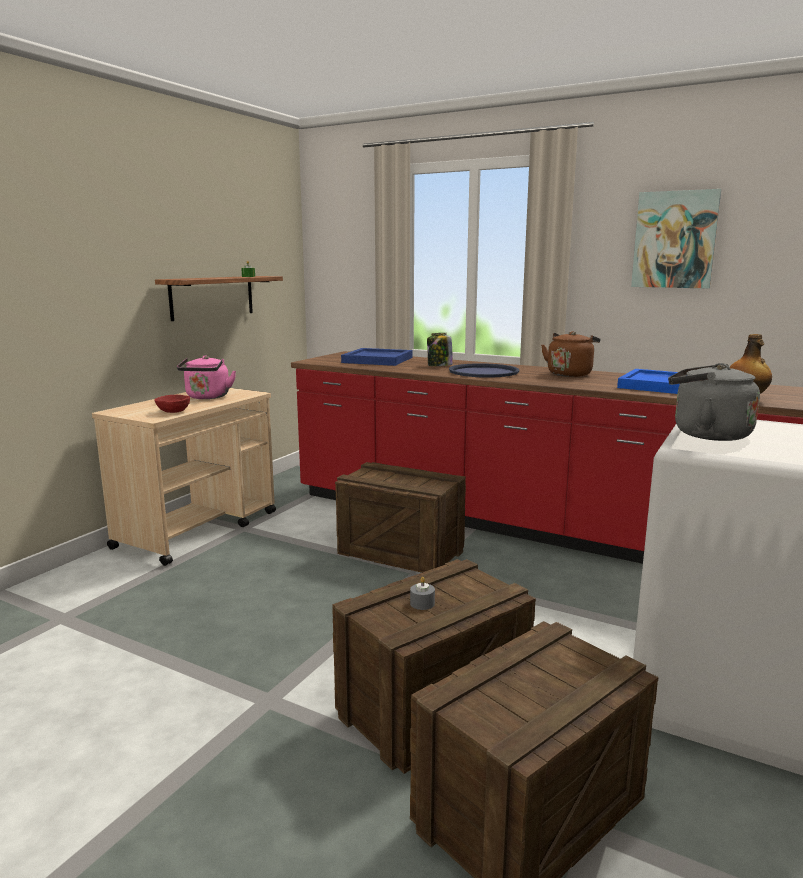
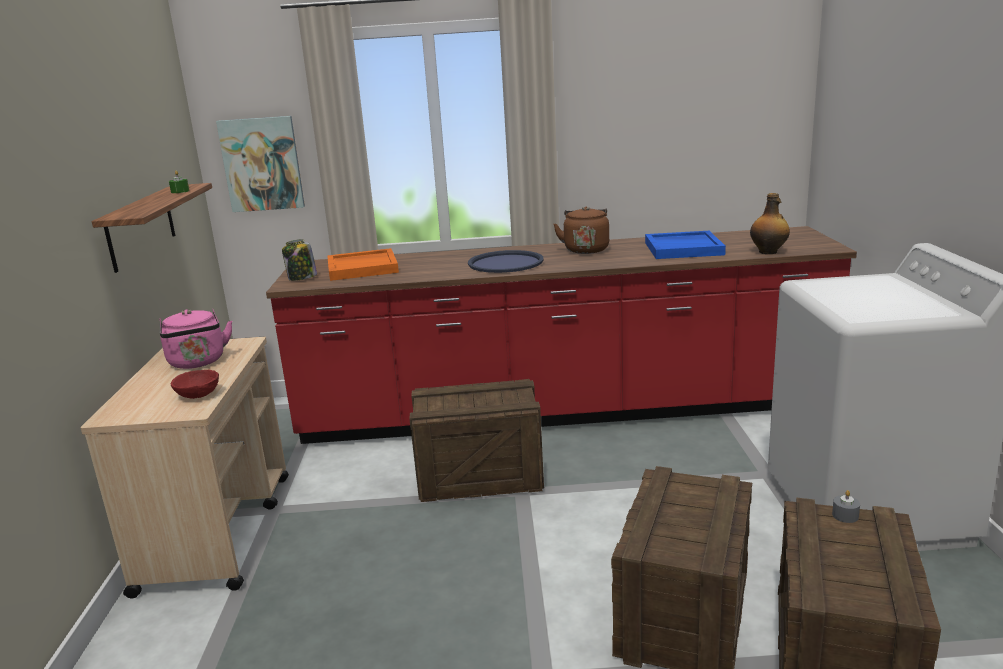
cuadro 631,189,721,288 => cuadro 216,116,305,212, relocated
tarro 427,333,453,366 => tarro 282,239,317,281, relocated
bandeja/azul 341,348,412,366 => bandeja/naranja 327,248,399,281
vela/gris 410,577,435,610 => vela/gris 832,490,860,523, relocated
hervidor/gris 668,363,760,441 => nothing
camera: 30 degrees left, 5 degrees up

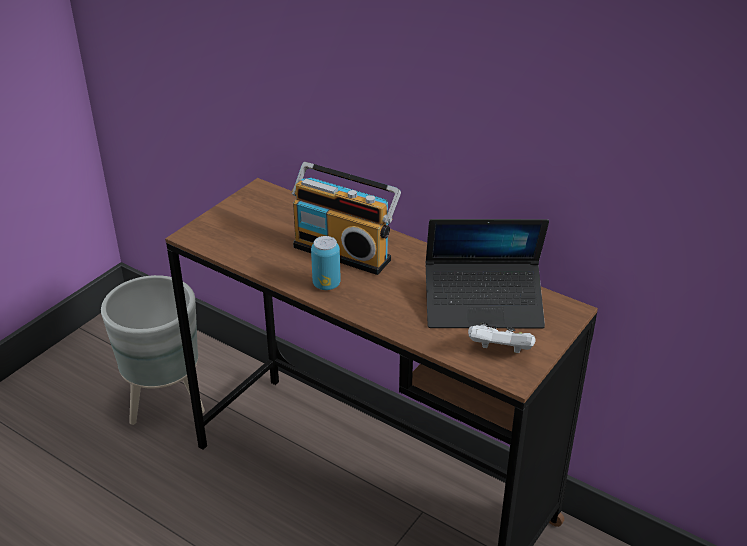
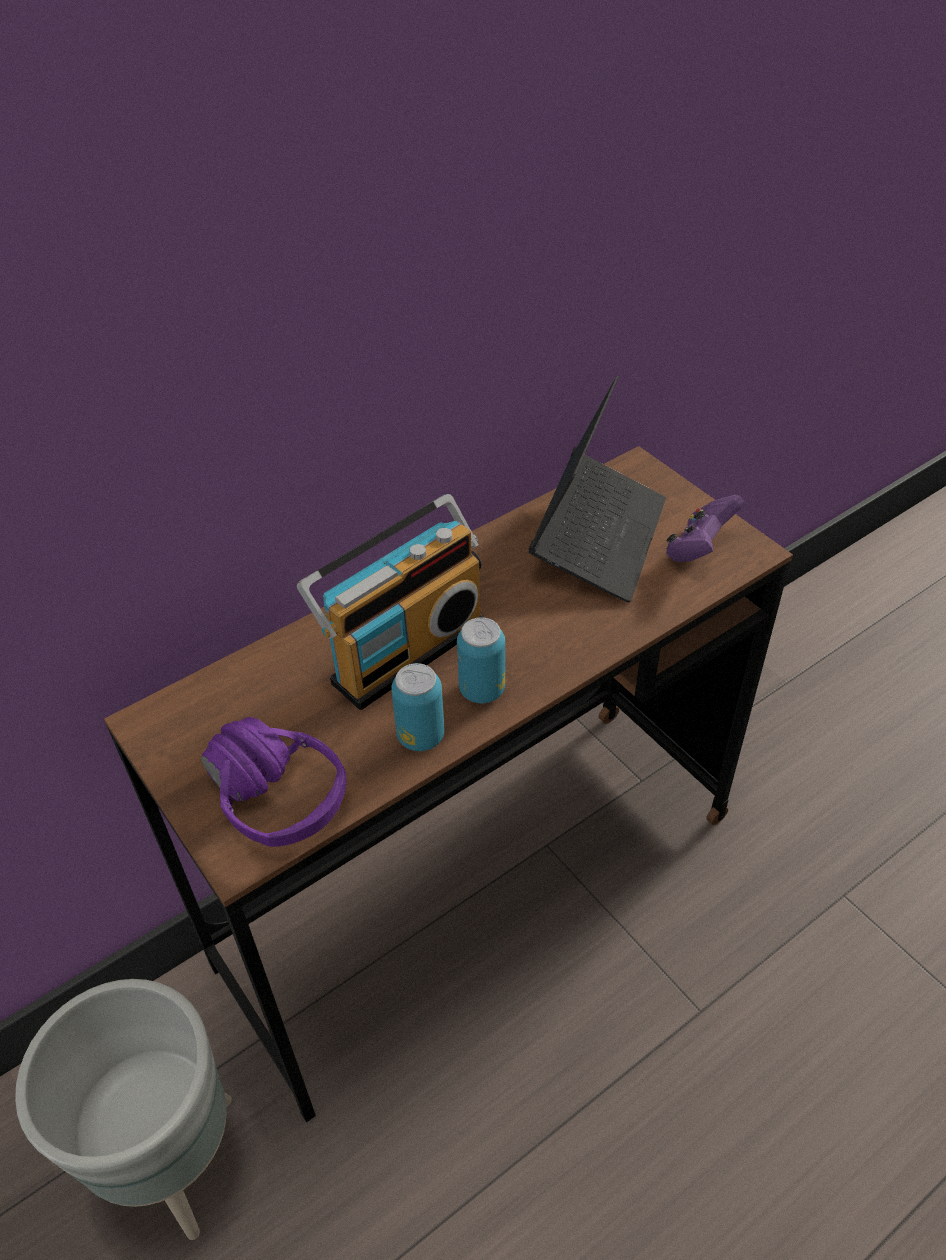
nothing => auriculares/morado 201,717,346,847
nothing => lata 391,663,445,751
mando de consola/blanco 468,322,536,354 => mando de consola/morado 666,495,745,562
camera: 70 degrees left, 10 degrees up

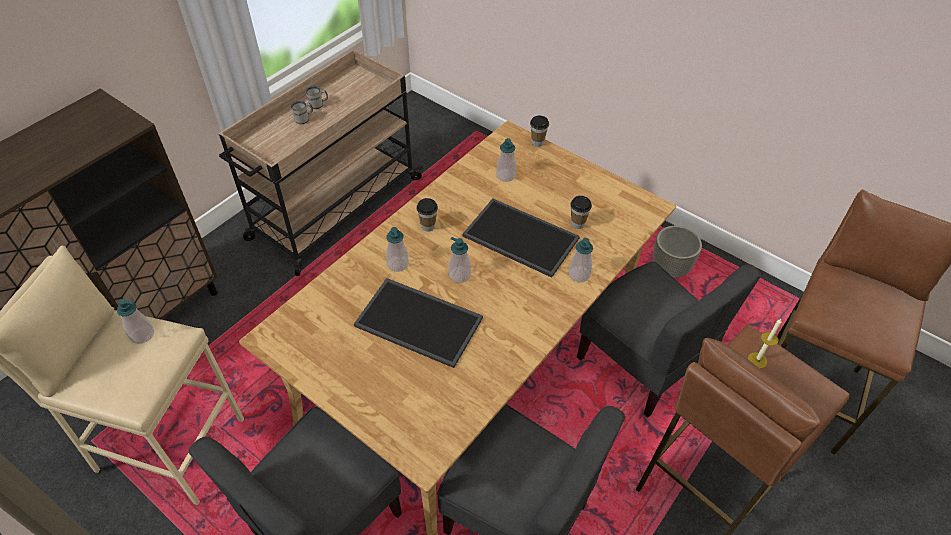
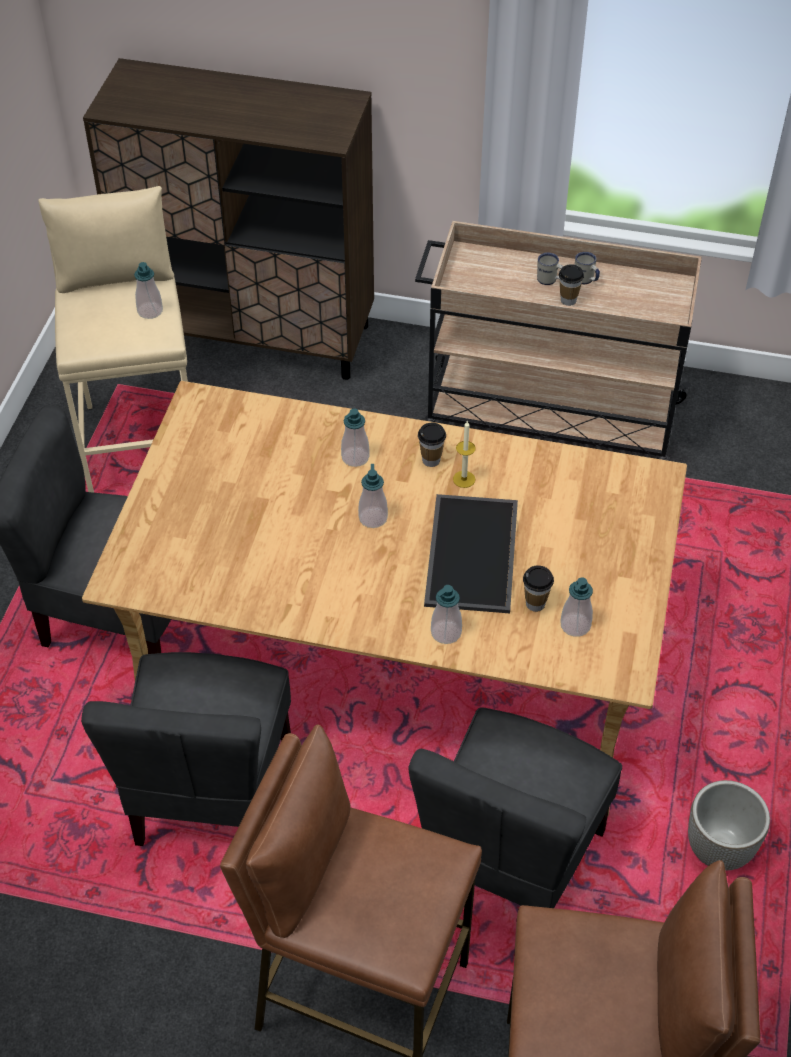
vela 748,319,782,369 => vela 453,421,476,488, relocated
taza 530,116,549,147 => taza 559,264,584,306, relocated
dispensador de jabón 496,138,516,182 => dispensador de jabón 560,577,593,637, relocated
bandeja 354,278,483,368 => nothing
camera: 65 degrees right, 0 degrees up

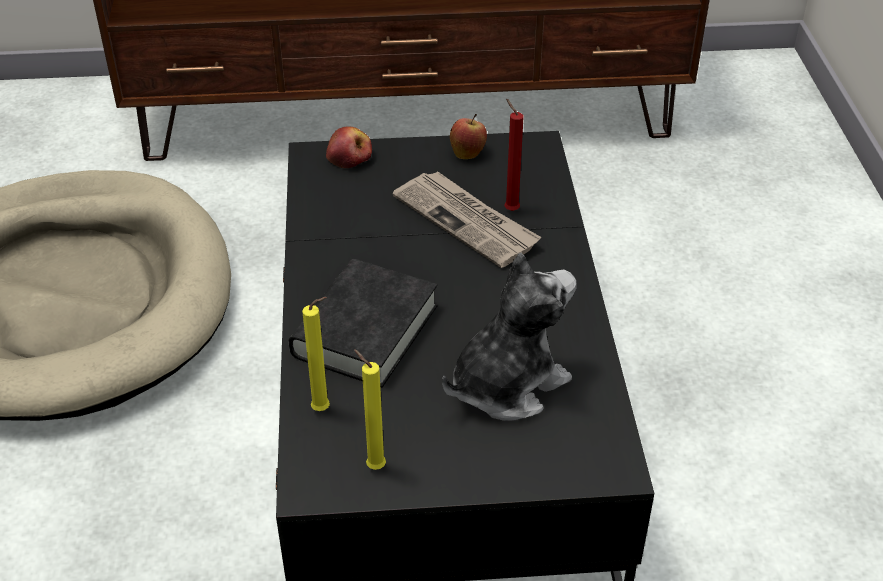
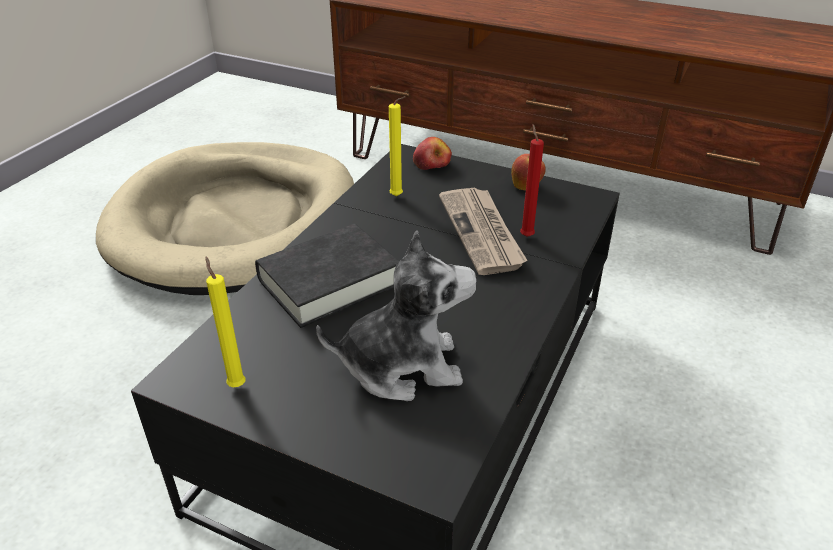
vela/amarillo 302,297,330,411 => vela/amarillo 389,96,405,196, relocated
camera: 30 degrees right, 5 degrees down

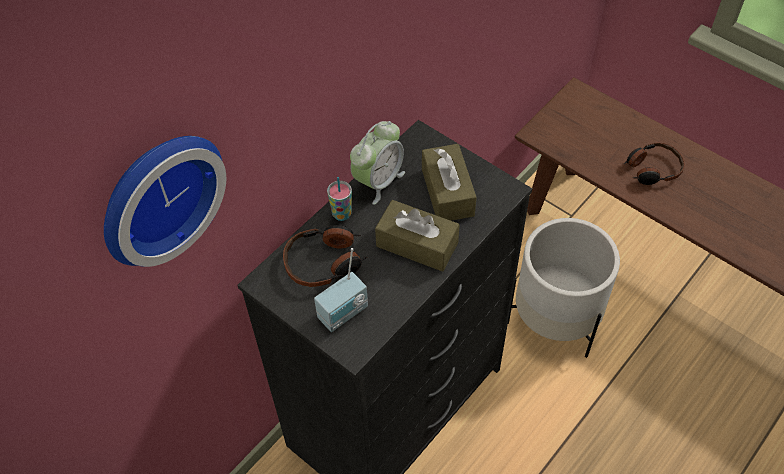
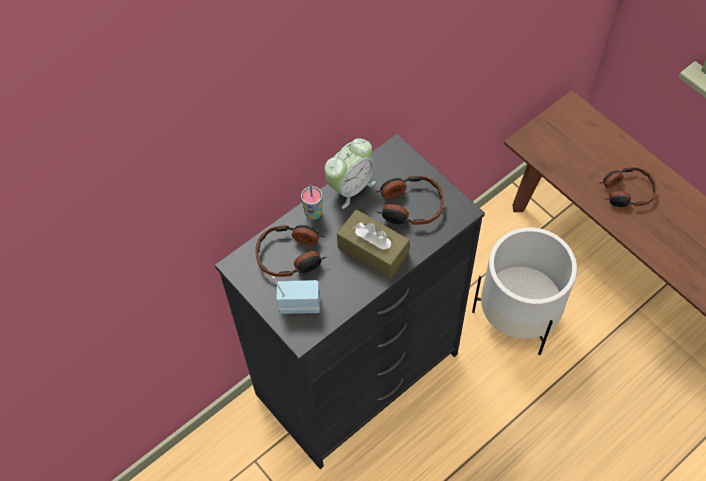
radio 314,248,368,332 => radio 272,276,320,314, 150 degrees counterclockwise
caja de pañuelos/marrón 422,144,477,221 => auriculares 375,176,444,225
reloj de pared 104,136,226,267 => nothing
camera: 10 degrees right, 5 degrees up

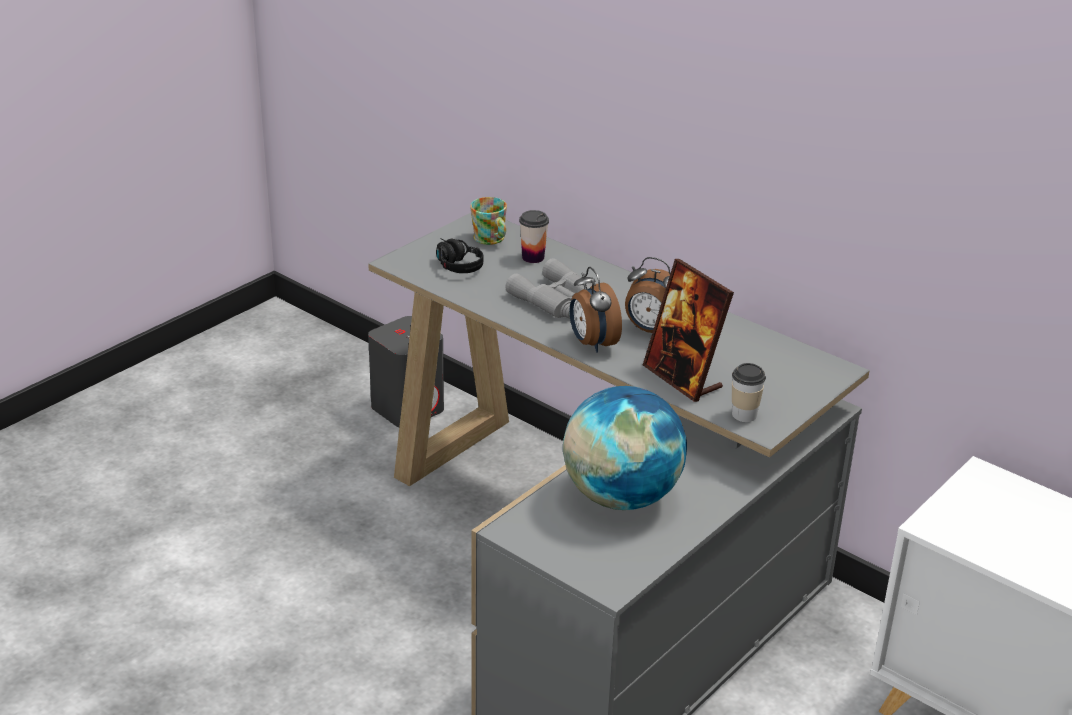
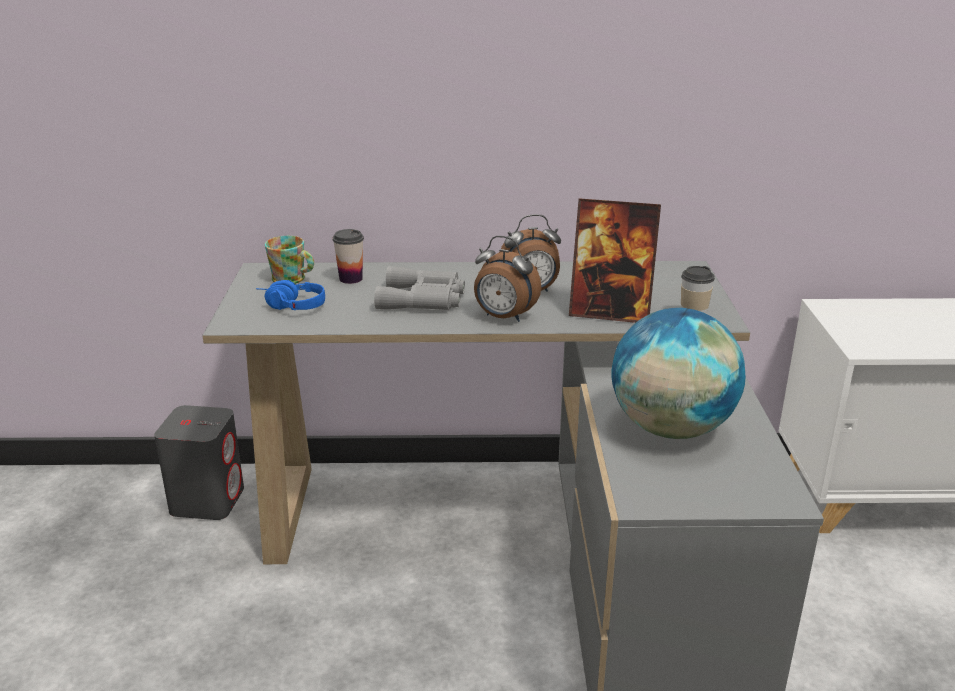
auriculares/negro 436,238,483,273 => auriculares/azul 256,280,325,310
camera: 40 degrees left, 5 degrees down

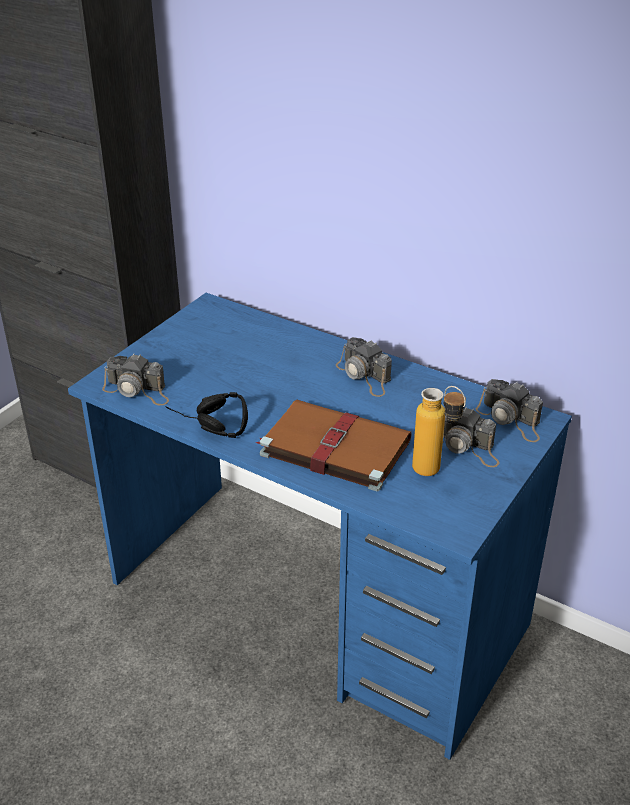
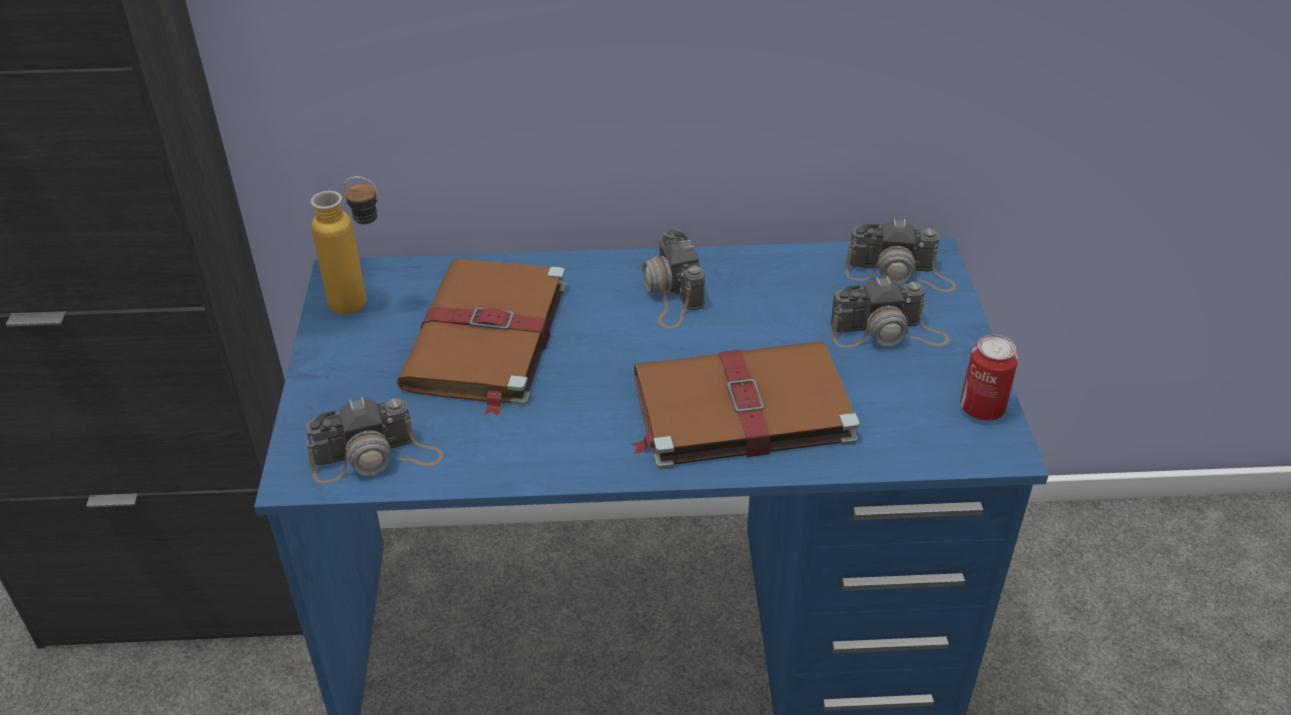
botella 412,386,466,476 => botella 311,176,378,315, relocated
nothing => libro/marrón 396,258,566,416
cámara 336,337,392,397 => cámara 642,228,705,328, 60 degrees clockwise
nothing => lata 960,335,1018,421
auriculares/negro 165,392,248,438 => nothing
camera: 35 degrees left, 5 degrees up

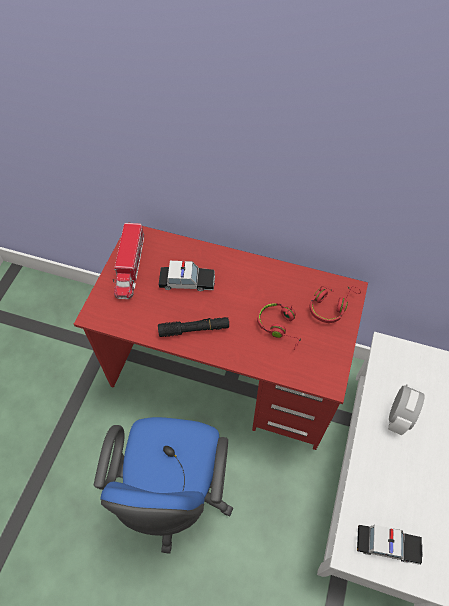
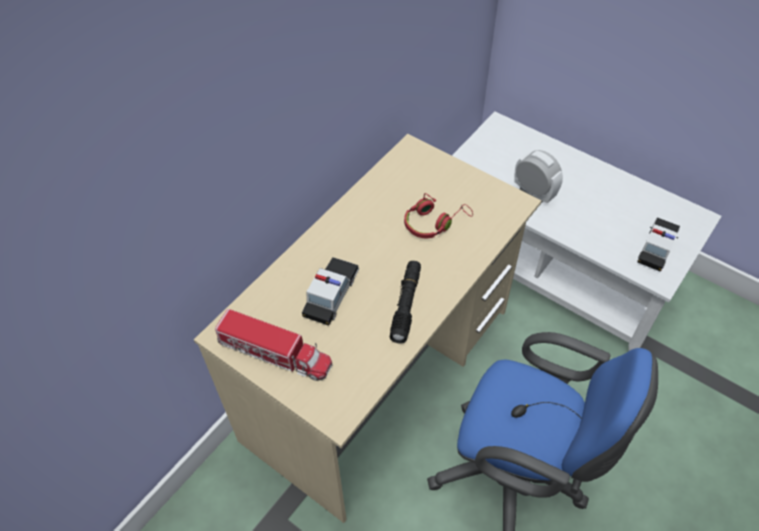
escritorio/rojo 74,222,368,450 => escritorio/beis 194,134,542,523
auriculares/rojo 310,286,361,323 => nothing
camera: 70 degrees left, 5 degrees down

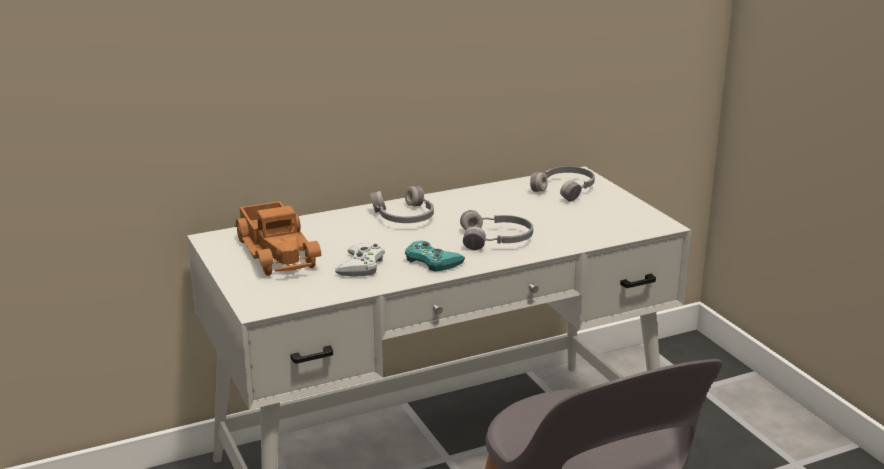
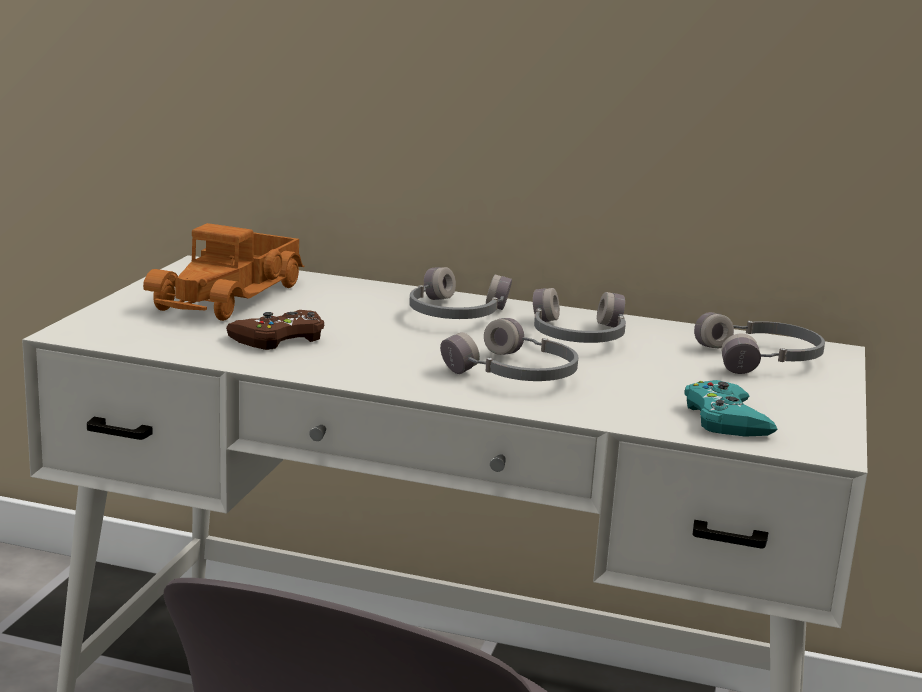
mando de consola/blanco 335,243,385,277 => mando de consola/marrón 226,310,324,350
nothing => auriculares/gris 533,288,626,343
mando de consola/turquesa 405,241,465,271 => mando de consola/turquesa 684,380,777,437, relocated
camera: 40 degrees right, 5 degrees down

